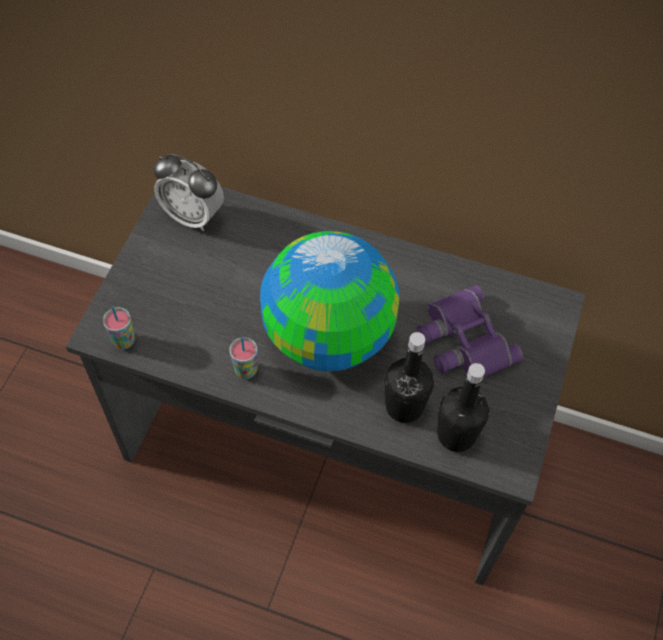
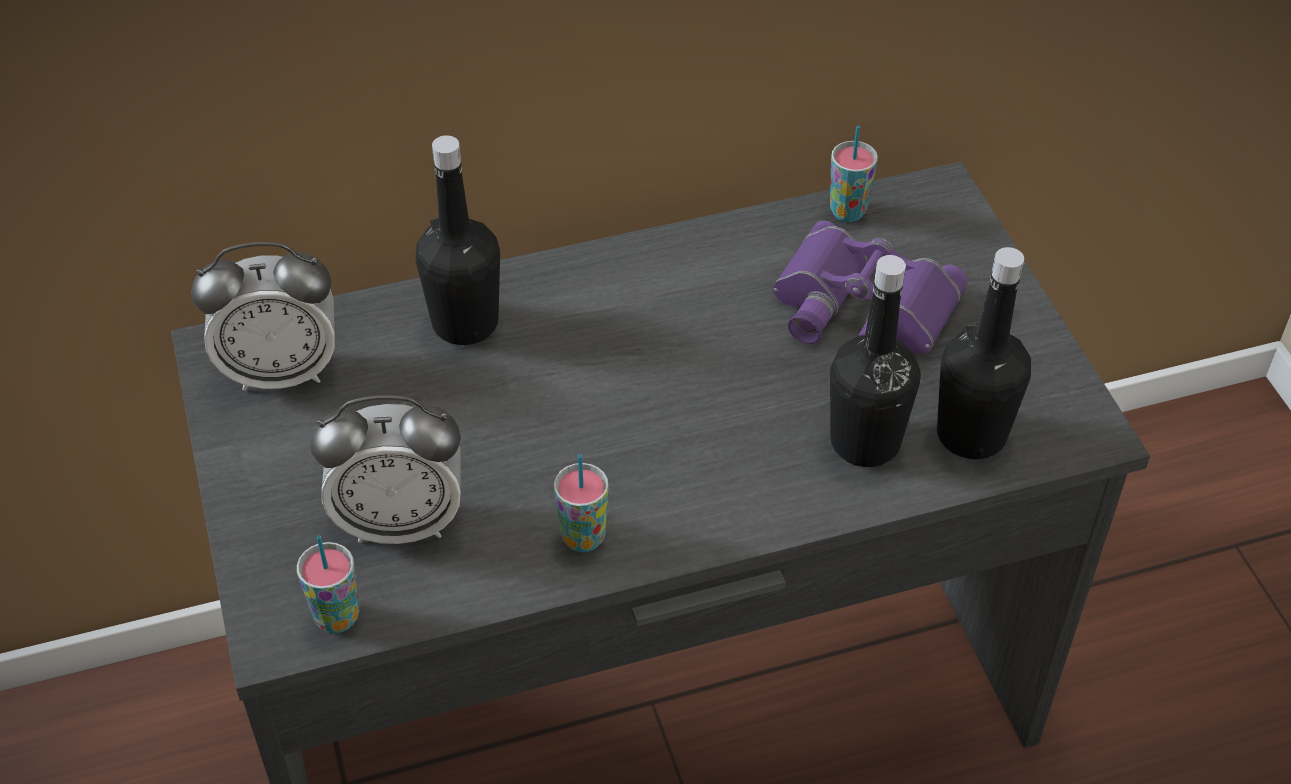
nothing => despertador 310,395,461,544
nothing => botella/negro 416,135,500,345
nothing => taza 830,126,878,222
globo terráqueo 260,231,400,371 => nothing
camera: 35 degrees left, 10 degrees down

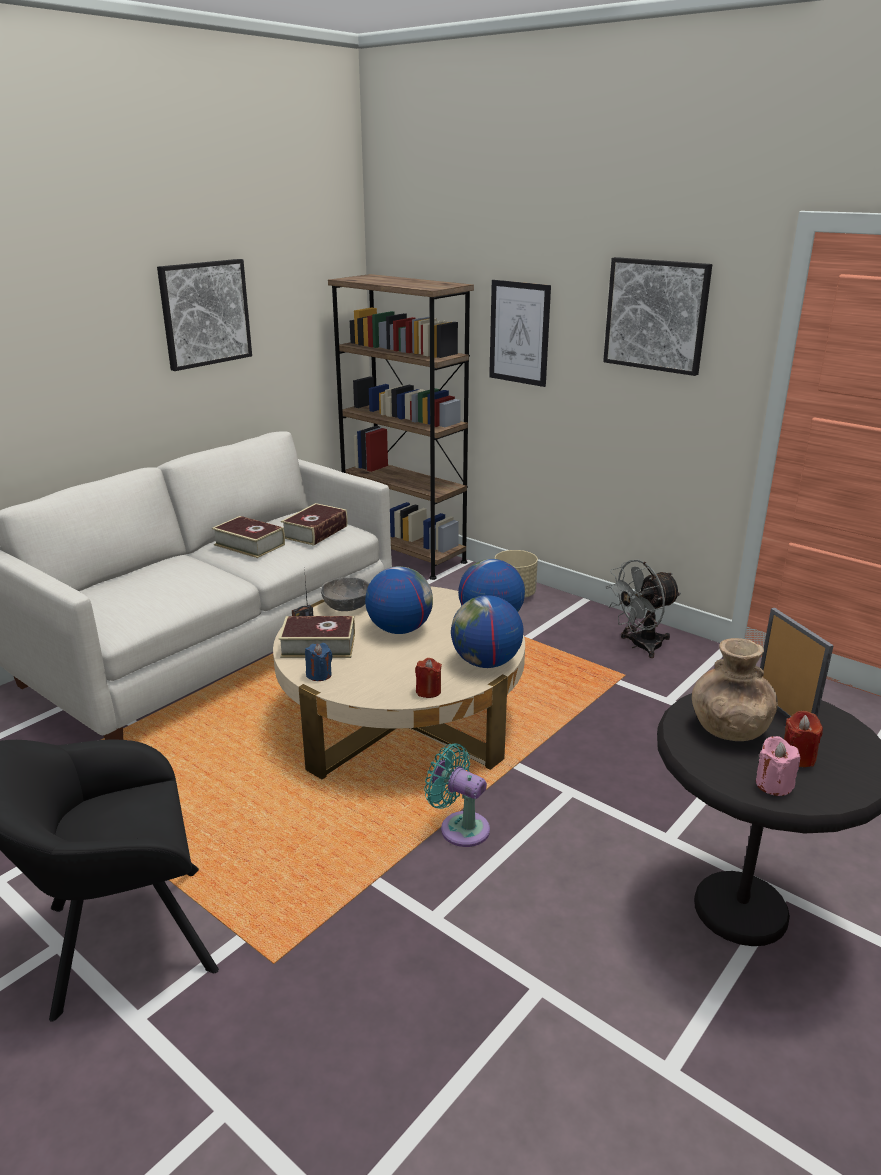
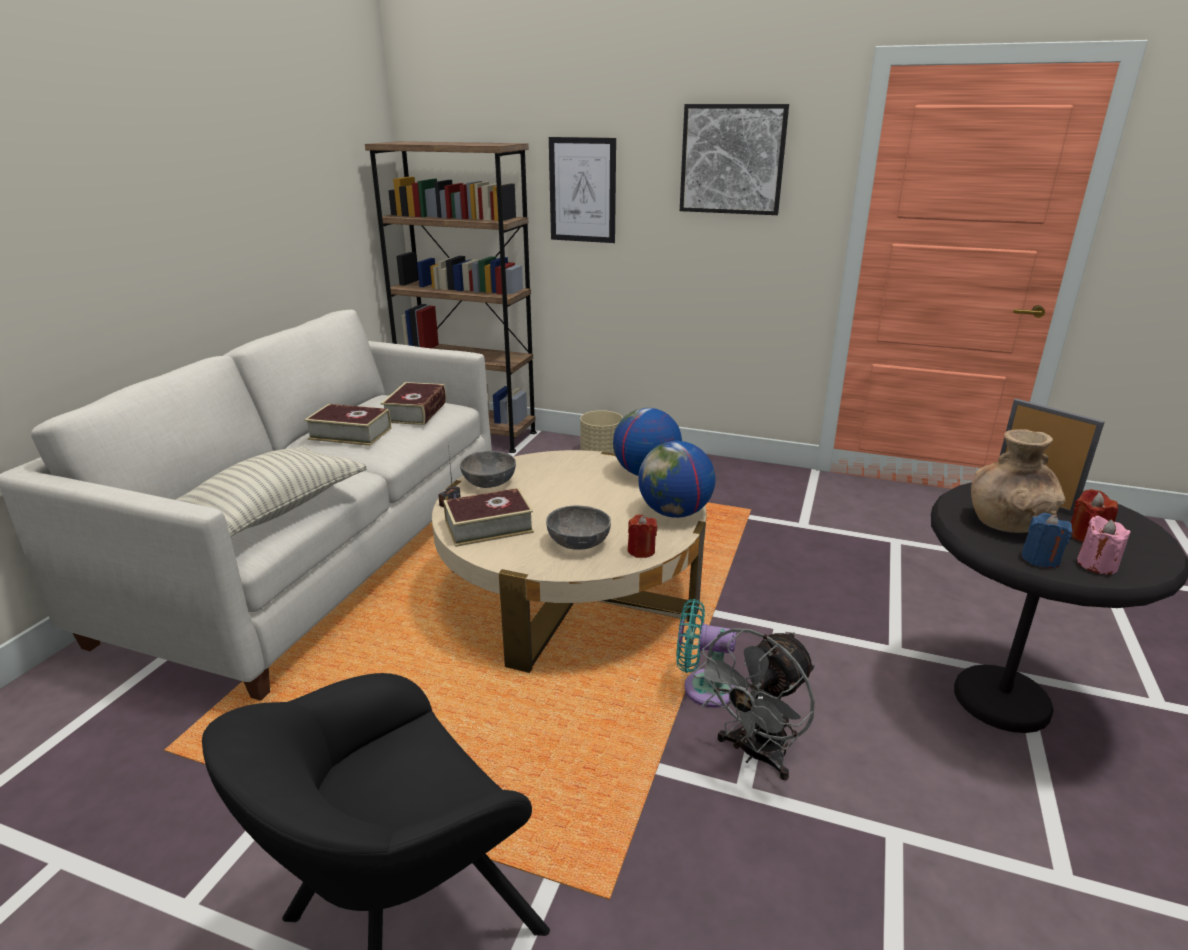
nothing => cojín 176,446,367,537
nothing => cuenco/gris 546,506,611,550
ventilador/gris 606,560,681,658 => ventilador/gris 693,628,815,780, relocated
vela/azul 305,643,332,681 => vela/azul 1021,513,1073,568, relocated
cuadro 157,259,252,371 => nothing
globo terráqueo 365,566,433,634 => nothing
camera: 20 degrees left, 0 degrees up

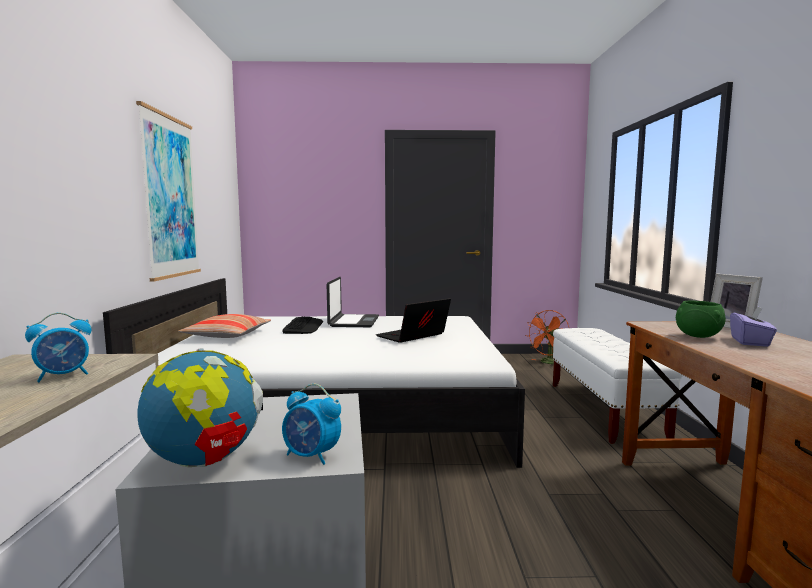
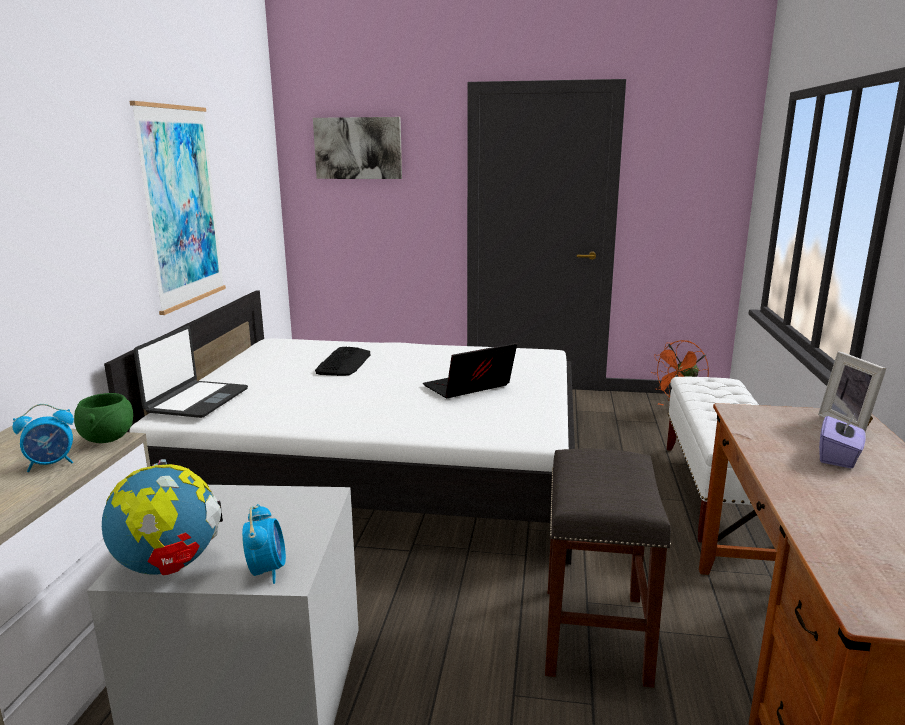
cuenco/verde 676,301,726,338 => cuenco/verde 74,393,133,443, relocated
portátil 327,277,379,327 => portátil 134,326,248,418, relocated
despertador 282,383,341,465 => despertador 242,504,286,584, 135 degrees counterclockwise
nothing => cuadro 313,117,402,179
nothing => taburete/gris 545,448,671,688
cojín 178,314,271,338 => nothing
camera: 10 degrees right, 10 degrees up

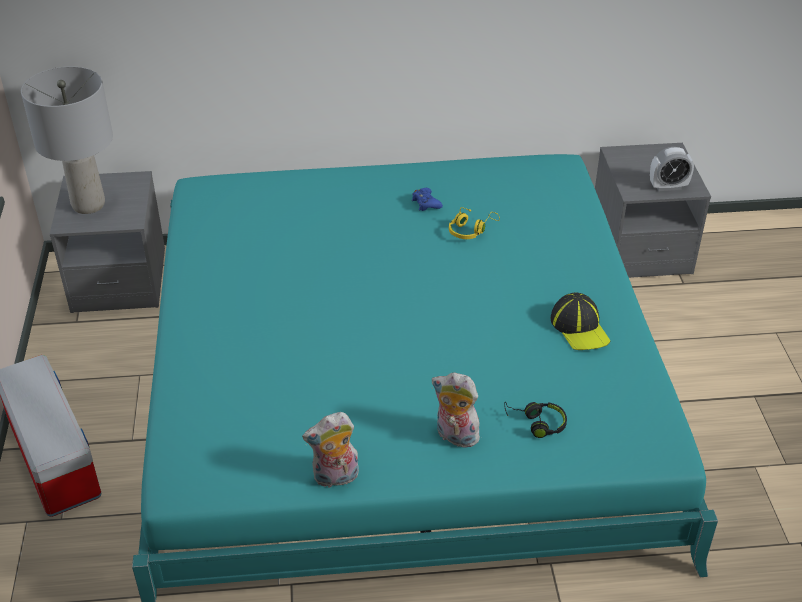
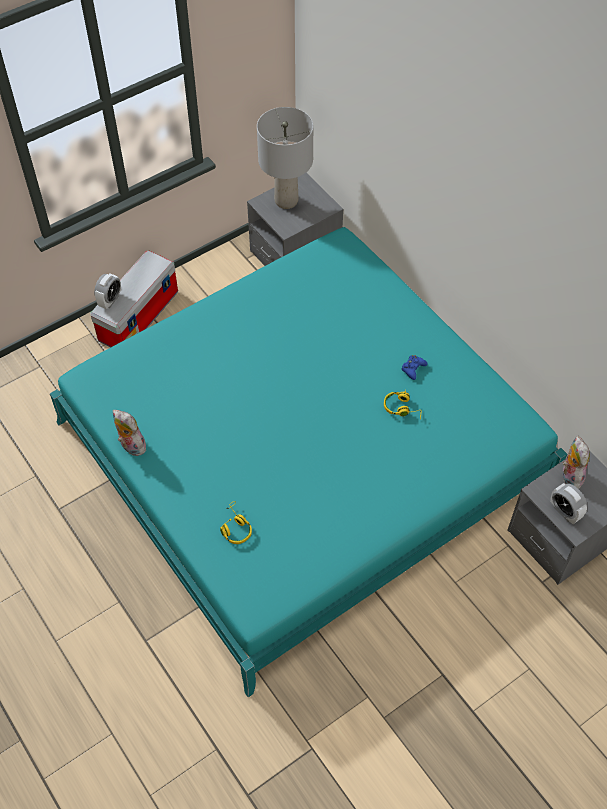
nothing => despertador 94,273,121,309
auriculares/negro 504,402,567,438 => auriculares/amarillo 220,501,252,544
peluche 432,372,480,448 => peluche 563,435,590,489, relocated
gorra 550,293,611,350 => nothing
camera: 60 degrees right, 15 degrees up

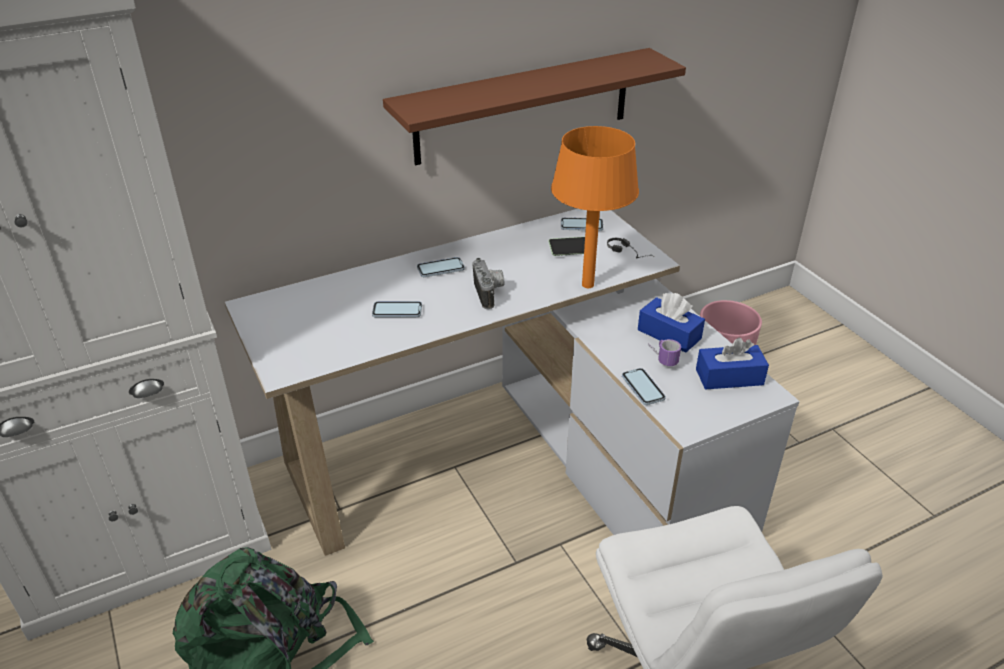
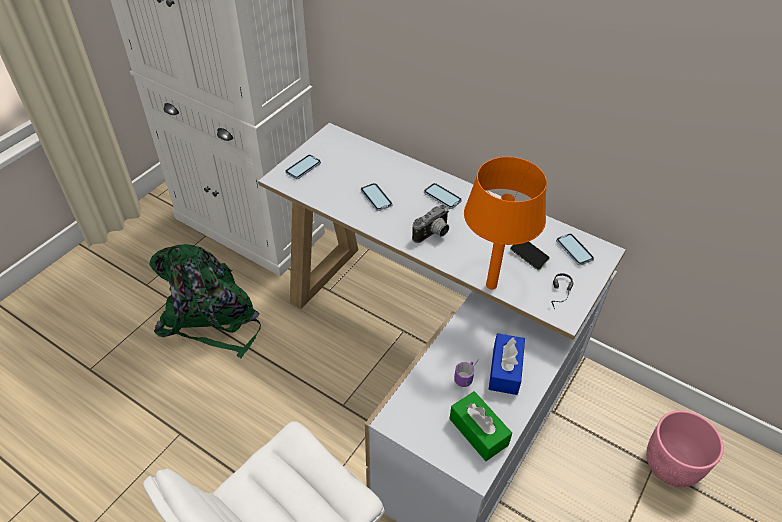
móvil 622,368,666,405 => móvil 285,155,321,179, relocated
caja de pañuelos/azul 696,338,769,390 => caja de pañuelos/verde 449,391,512,461
estante/marrón 383,48,686,165 => nothing
camera: 60 degrees right, 10 degrees up

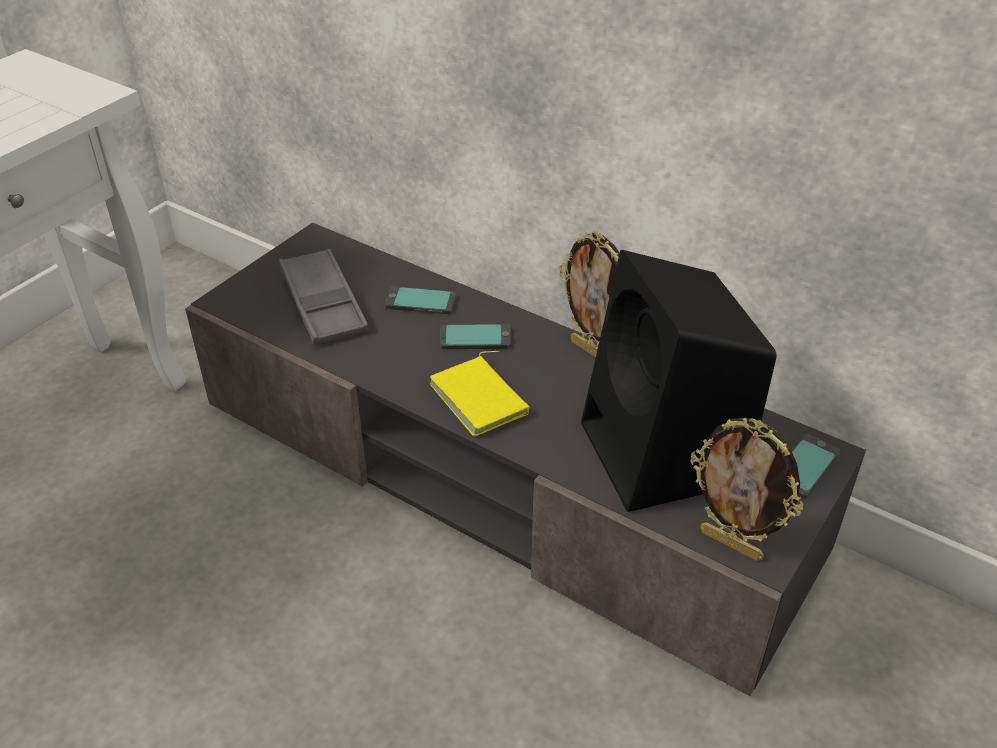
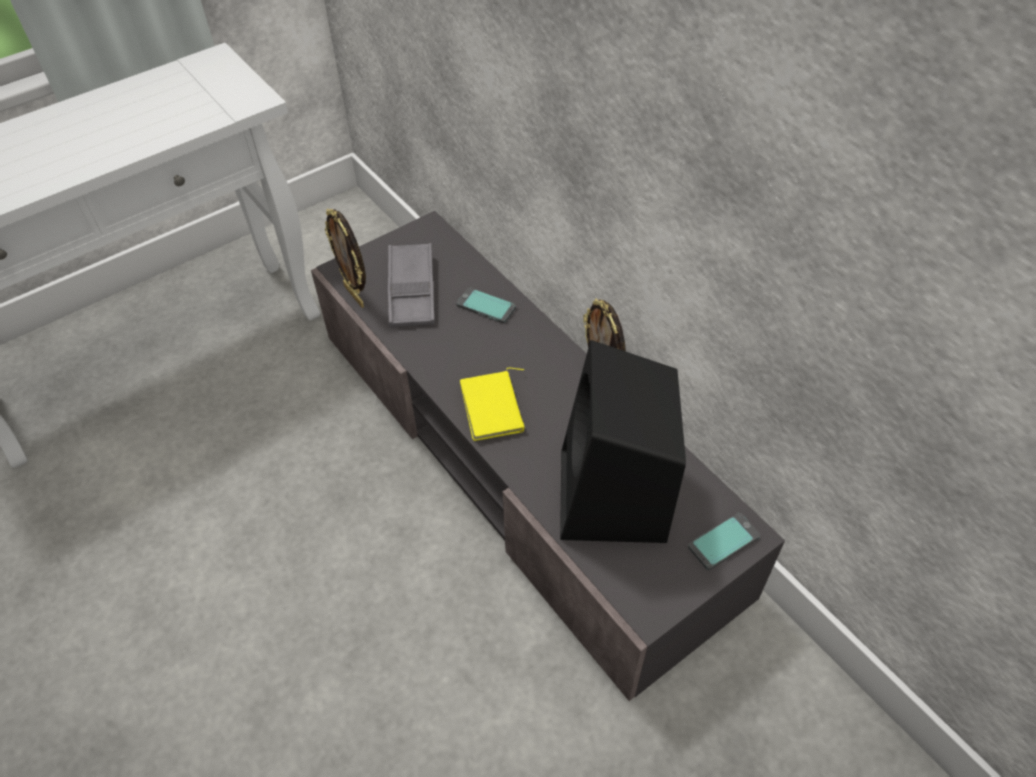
portarretratos 690,417,803,561 => portarretratos 325,209,366,308, relocated
móvil 440,324,511,349 => nothing
camera: 20 degrees right, 10 degrees up

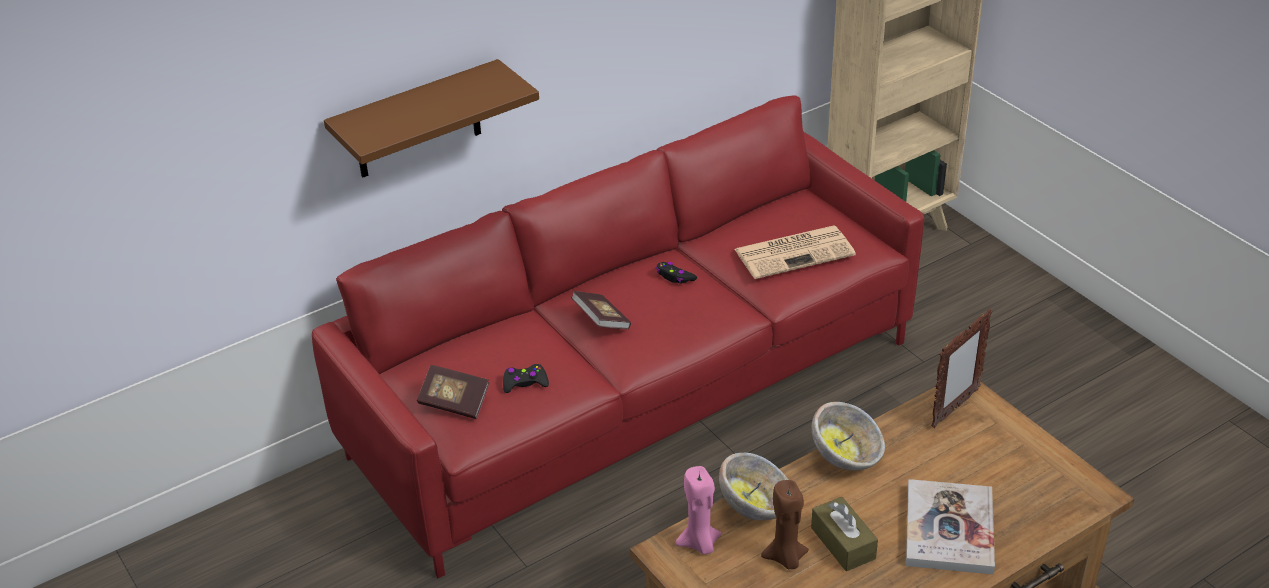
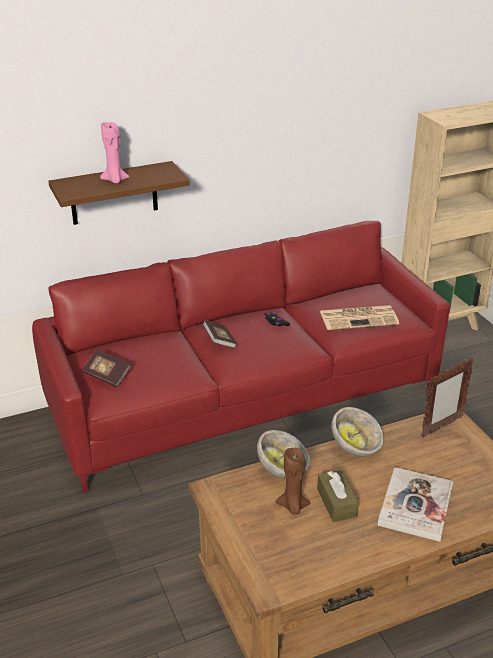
vela/rosa 676,466,721,554 => vela/rosa 100,122,130,183, relocated
mando de consola/negro 503,364,549,393 => nothing
camera: 10 degrees right, 5 degrees down

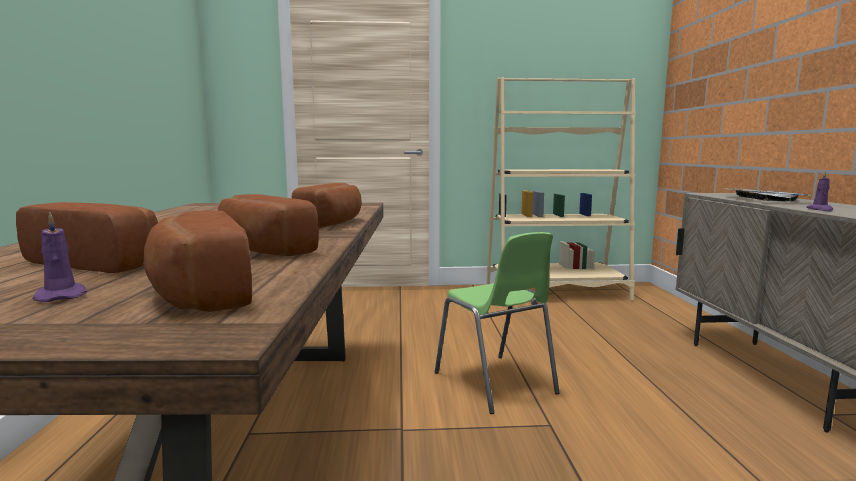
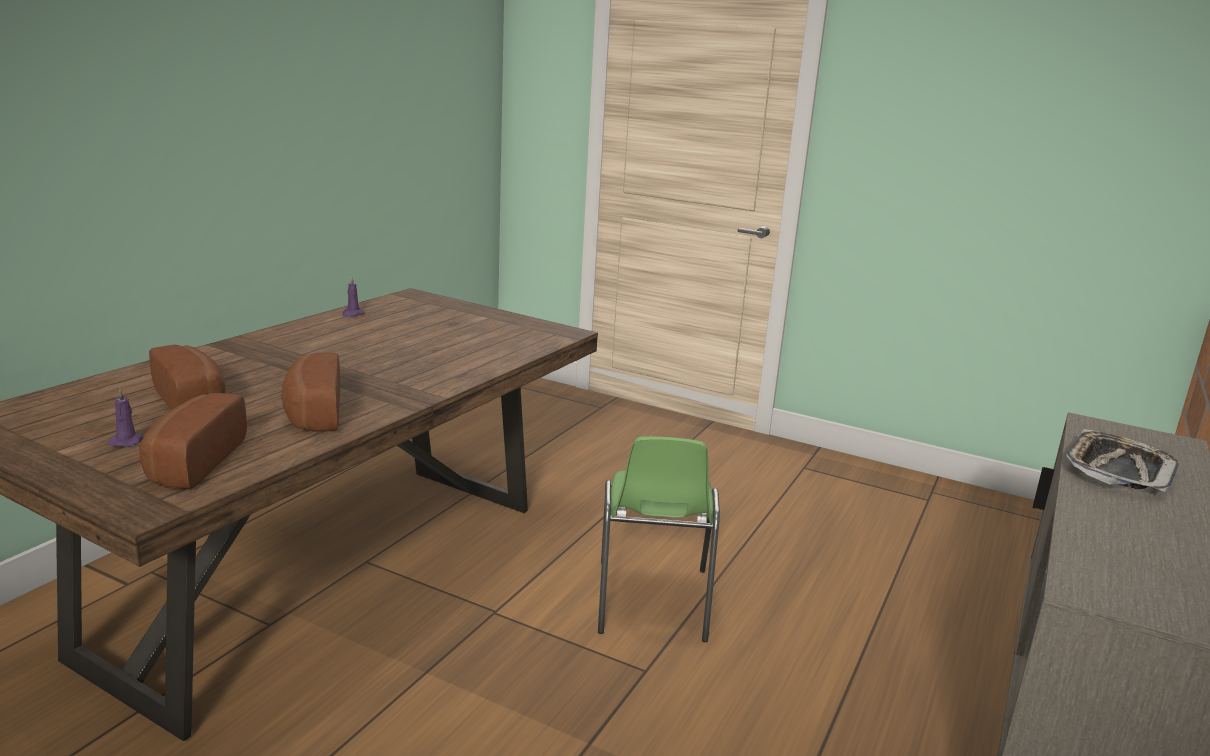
vela/morado 806,170,833,211 => vela/morado 342,277,365,317, relocated
pan 291,183,362,228 => nothing
estantería/beis 486,77,636,301 => nothing
camera: 30 degrees right, 10 degrees up

